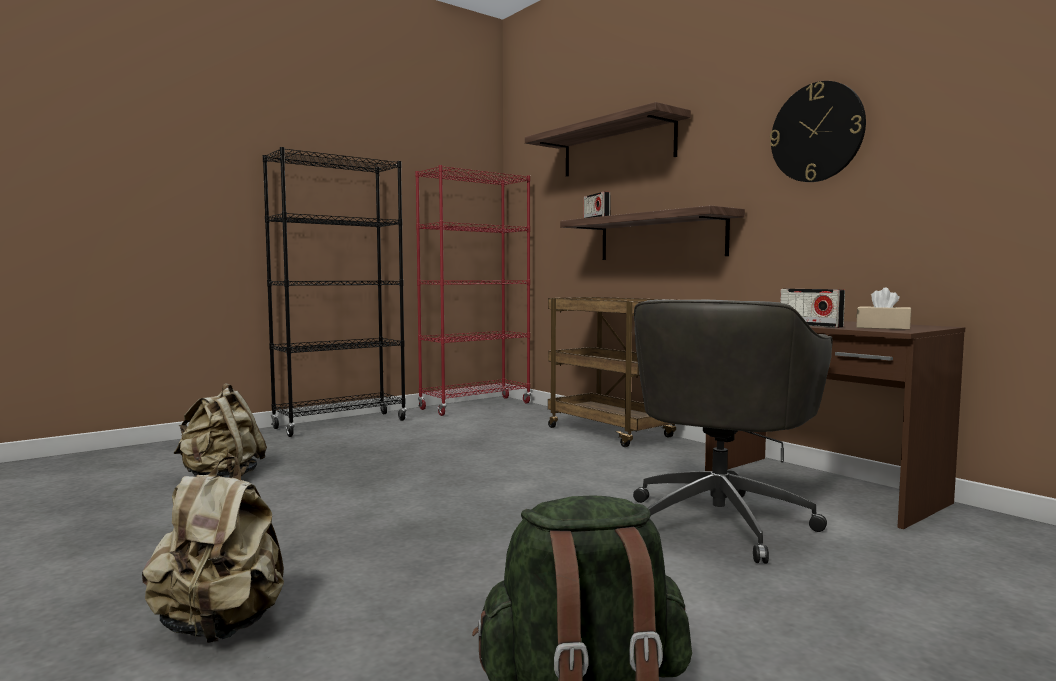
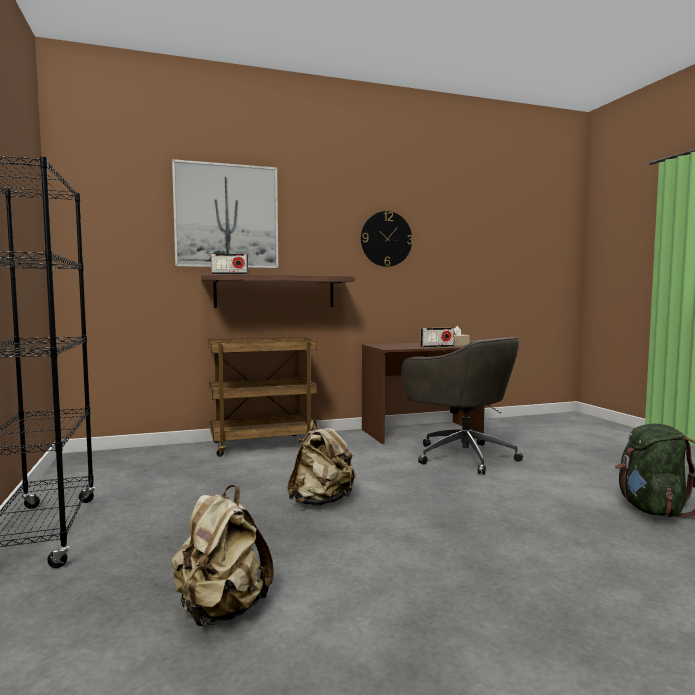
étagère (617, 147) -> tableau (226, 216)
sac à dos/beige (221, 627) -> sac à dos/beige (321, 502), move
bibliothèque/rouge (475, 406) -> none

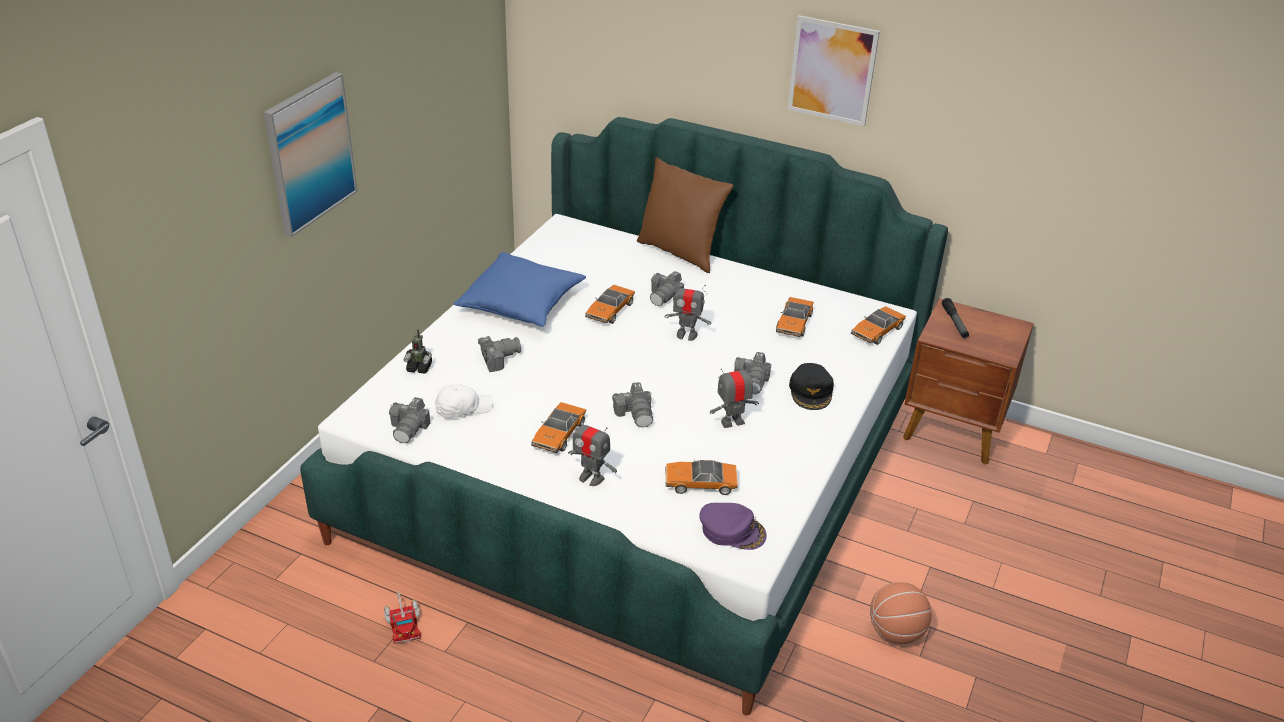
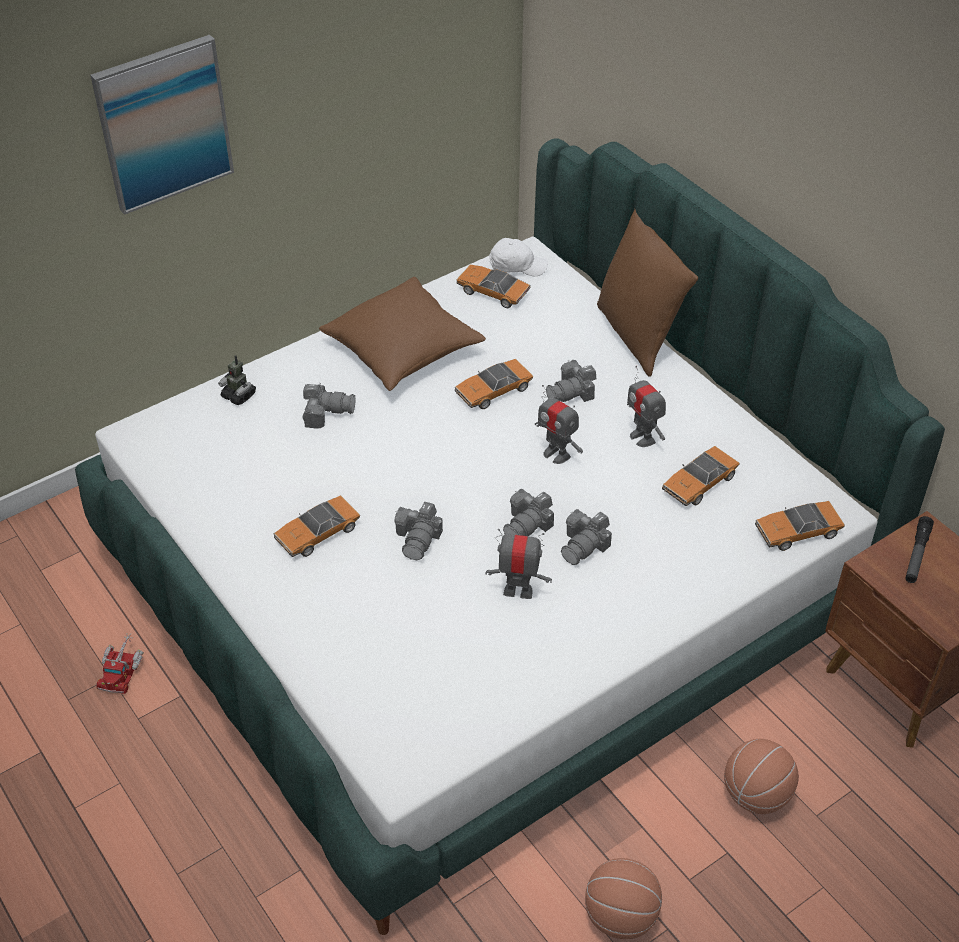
coussin/bleu (521, 304) -> coussin/marron (403, 349)
petite voiture (700, 483) -> petite voiture (493, 292), move
casquette/blanc (463, 408) -> casquette/blanc (517, 266), move
appareil photo (409, 428) -> appareil photo (528, 524), move
robot jouet (591, 478) -> robot jouet (642, 437), move
none -> ballon de basket (756, 794)
casquette/violet (732, 530) -> none
tableau (832, 71) -> none
casquette/noir (811, 391) -> none

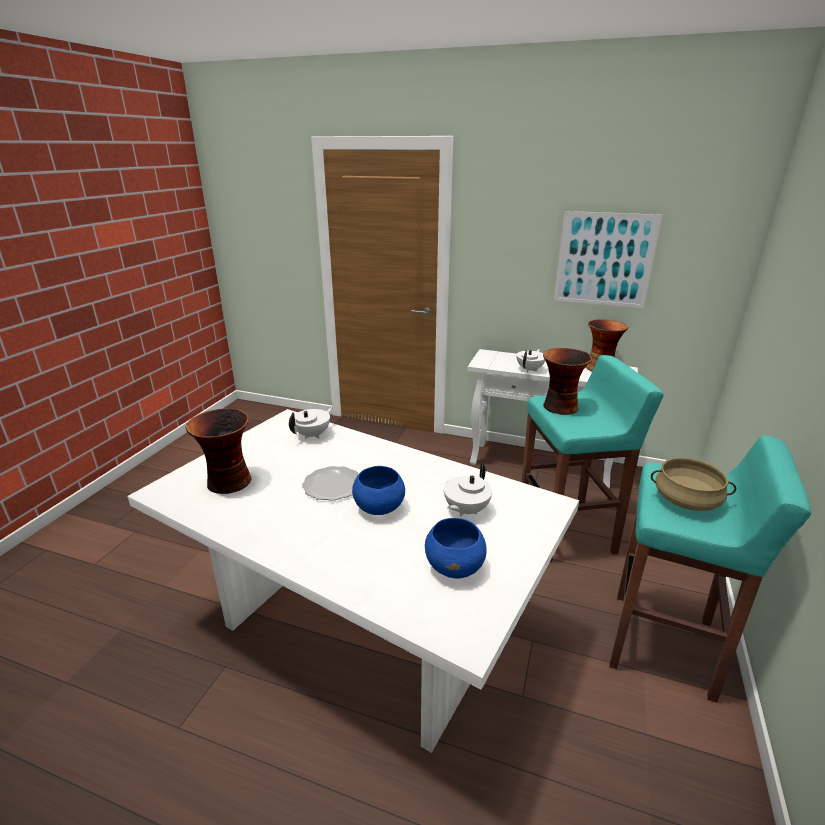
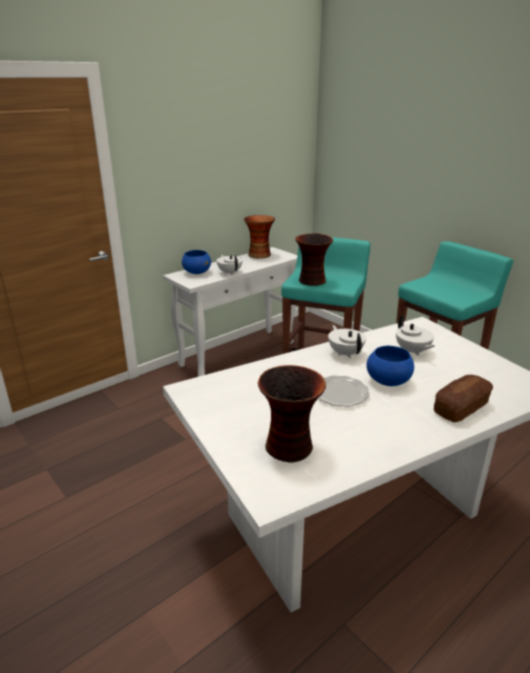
bol/bleu (455, 566) -> bol/bleu (197, 272), move
théière/blanc (313, 435) -> théière/blanc (345, 353), move
none -> pain (461, 408)
tableau (604, 260) -> none
marmite/beige (686, 501) -> none

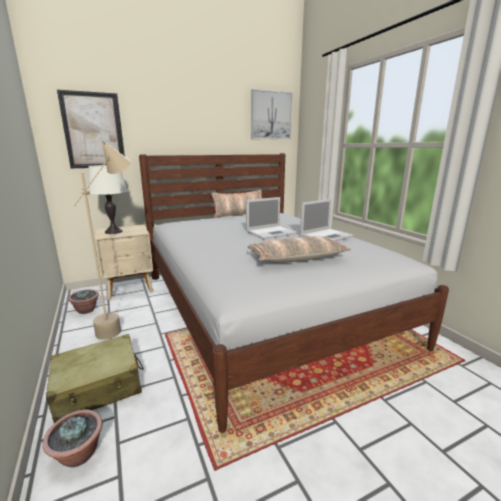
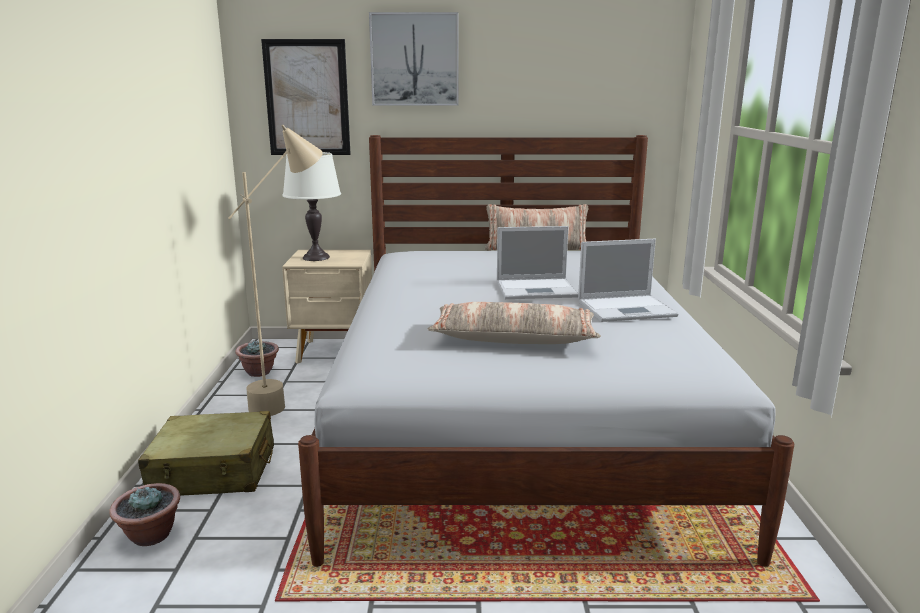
tableau (271, 115) -> tableau (414, 59), move

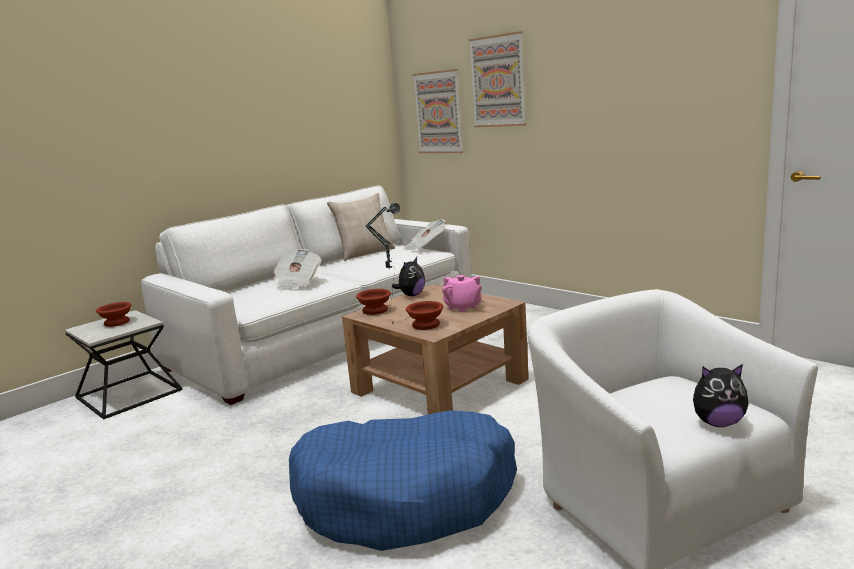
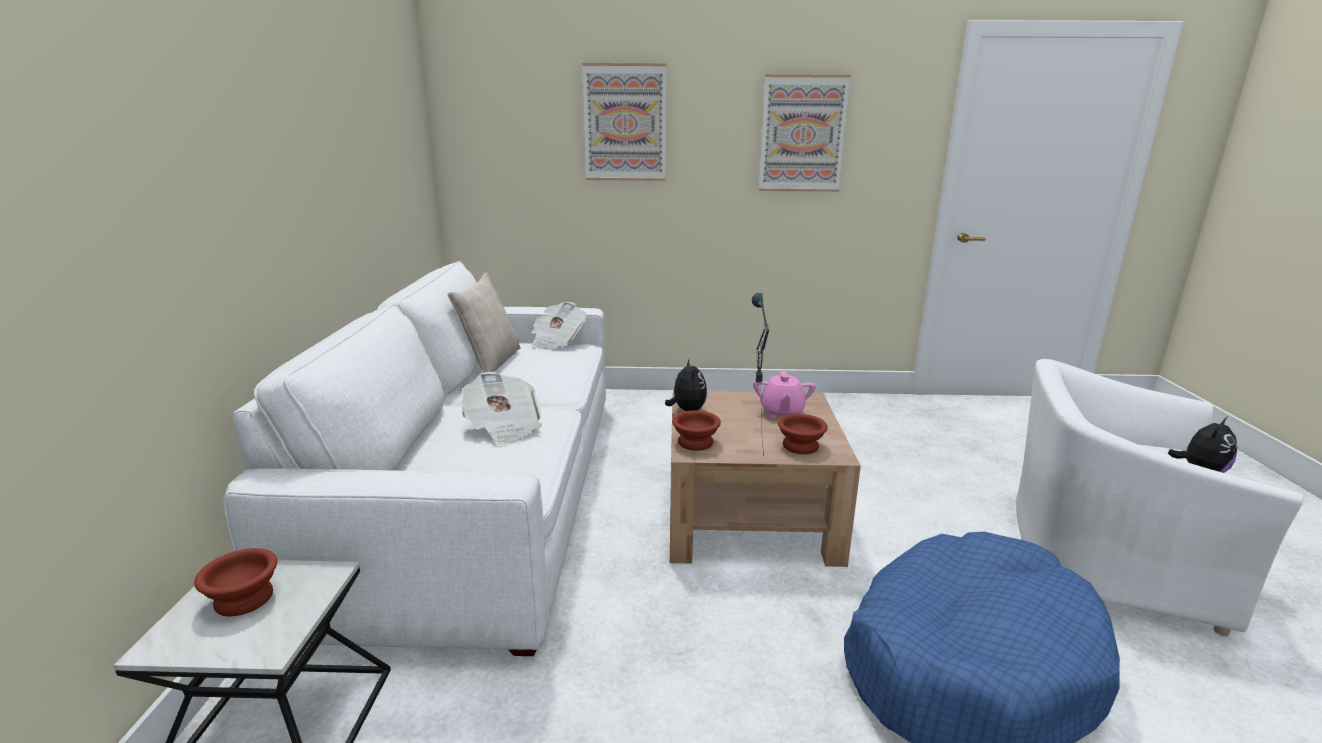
théière/rose (463, 307) -> théière/rose (781, 413), 90 degrees clockwise
tableau (438, 112) -> tableau (802, 134), move

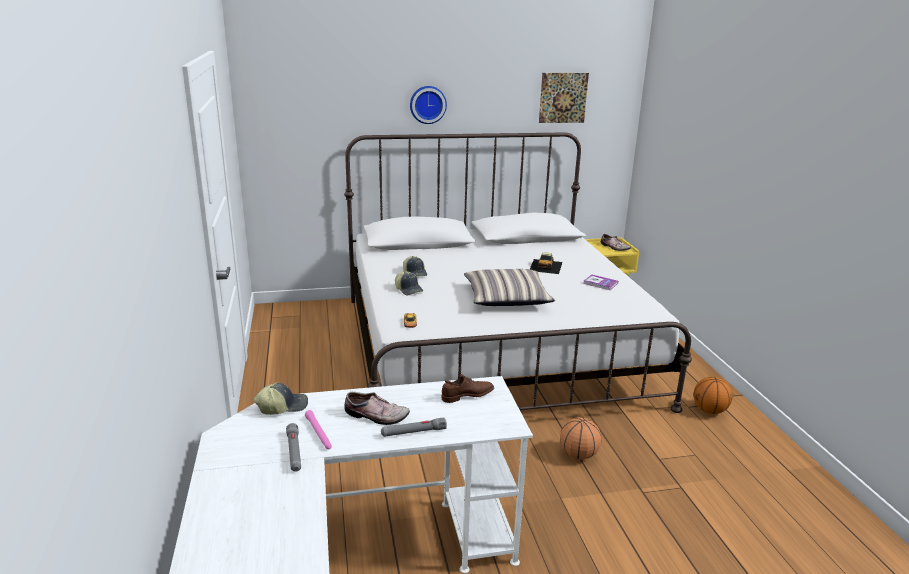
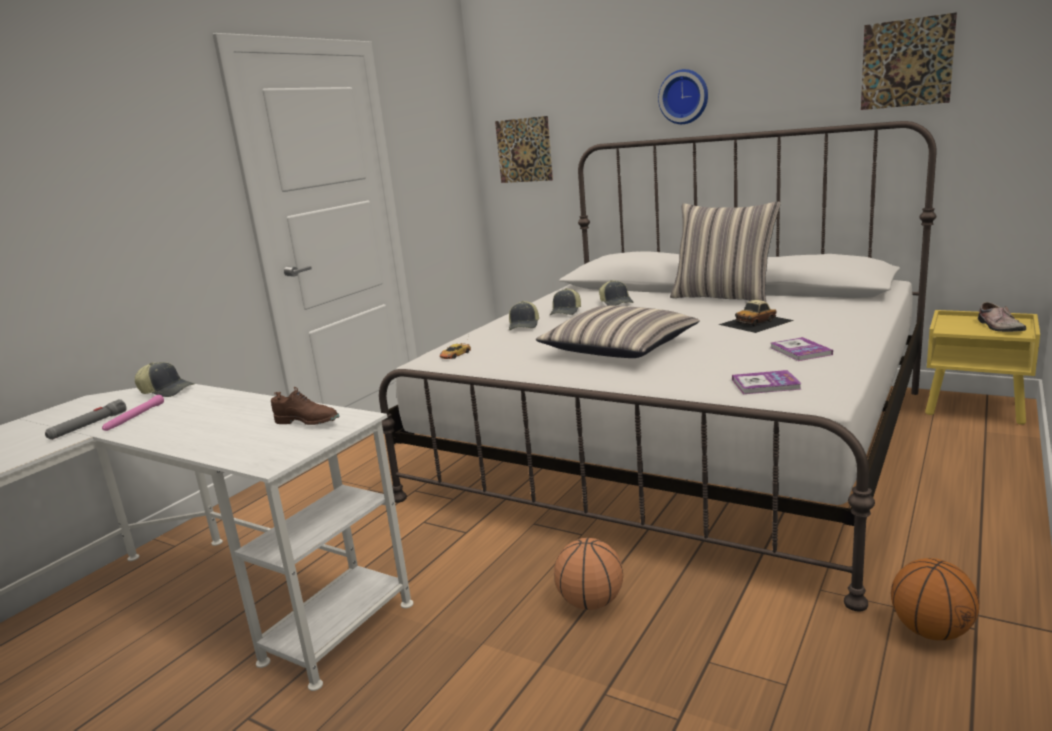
none -> tableau (524, 150)
none -> casquette (616, 303)
none -> coussin (723, 297)
none -> livre (765, 384)
chaussure (376, 416) -> none
lampe de poche/gris (413, 432) -> none

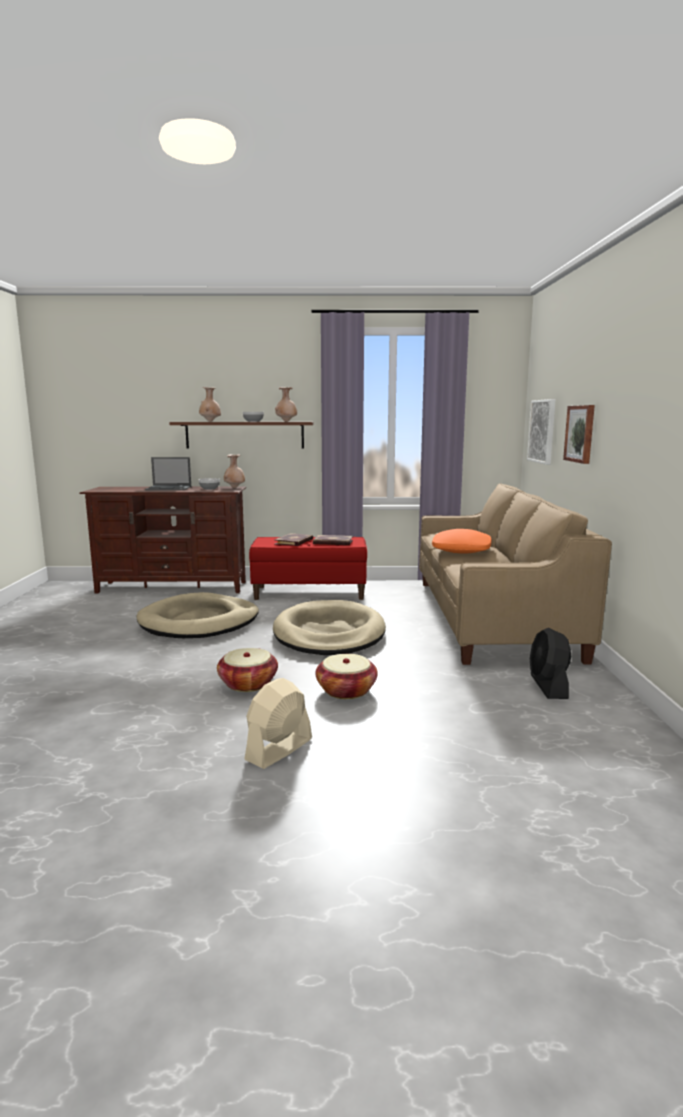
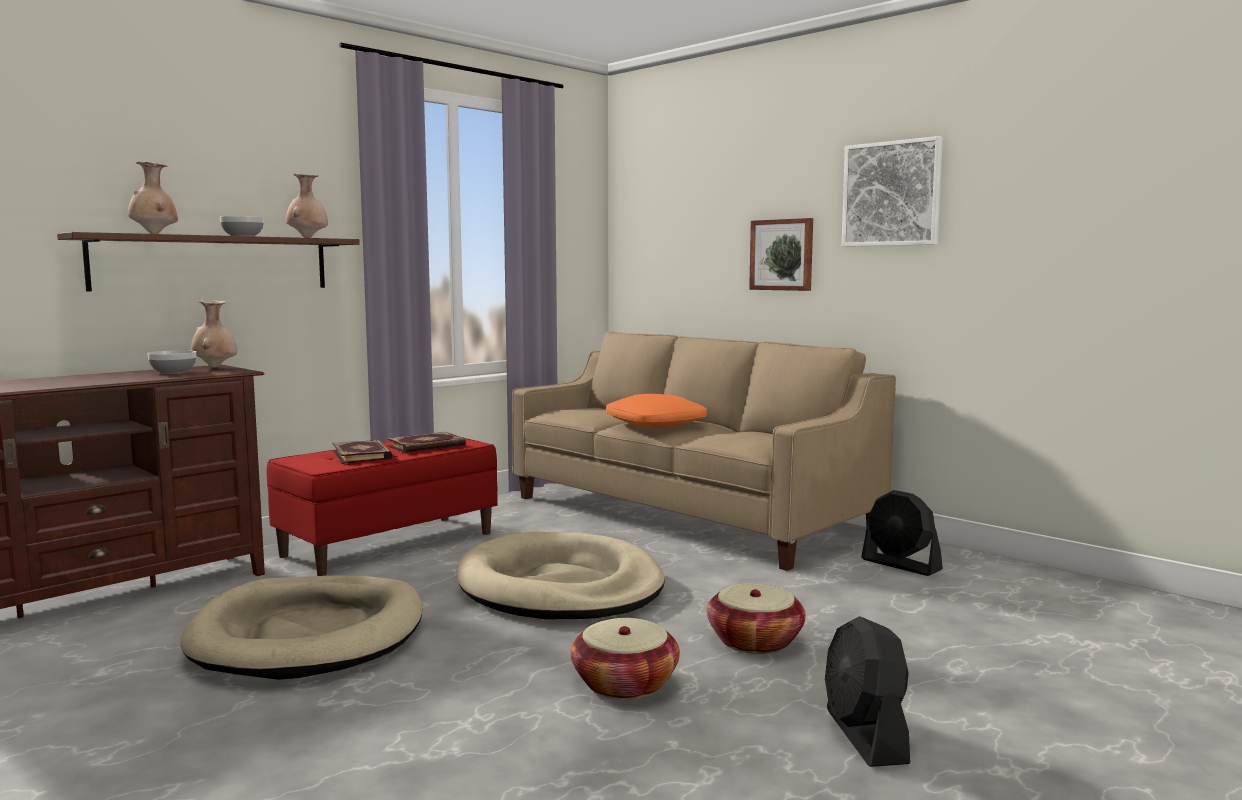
ventilateur/beige (279, 749) -> ventilateur/noir (865, 736)
tableau (542, 431) -> tableau (891, 194), move
ordinateur portable (169, 488) -> none

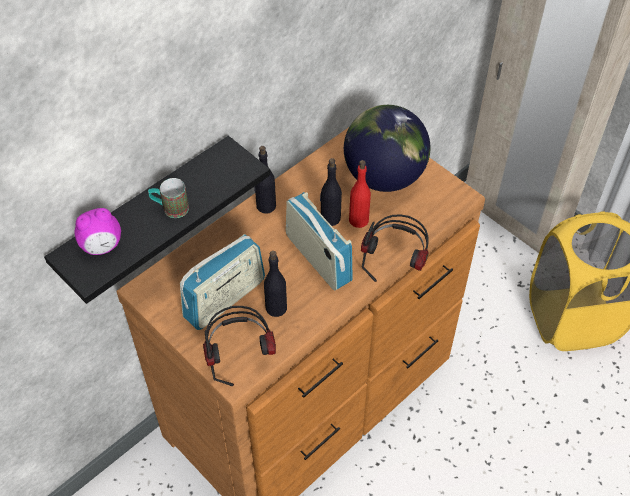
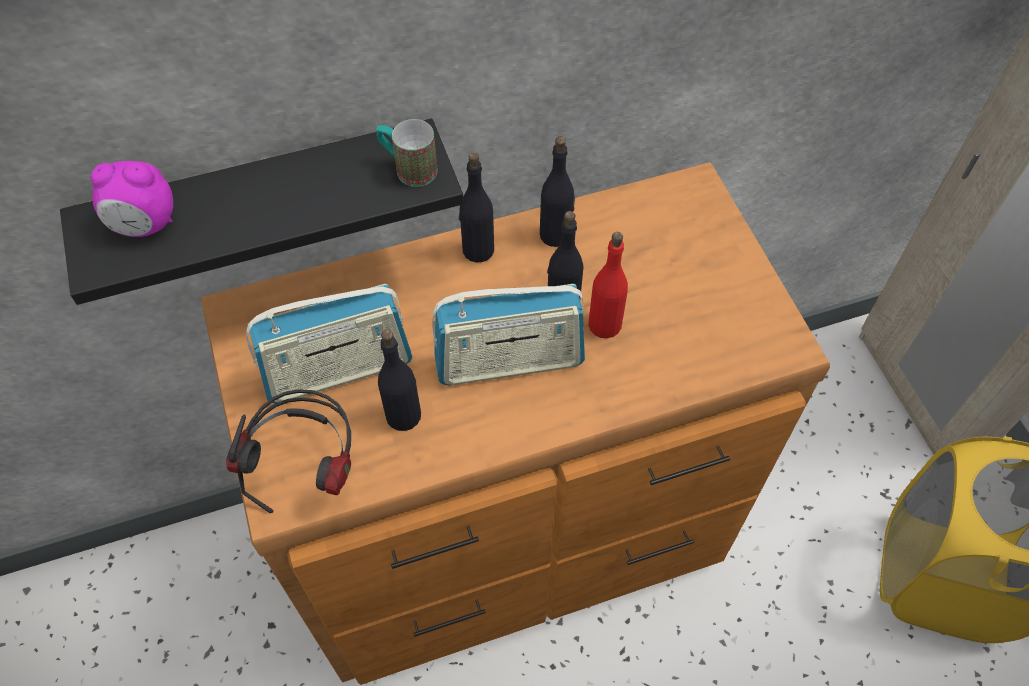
mug (170, 208) -> mug (408, 168), move
radio (318, 258) -> radio (509, 362), 90 degrees clockwise
none -> bouteille/noir (555, 235)
globe (384, 176) -> none
casque audio (395, 263) -> none

